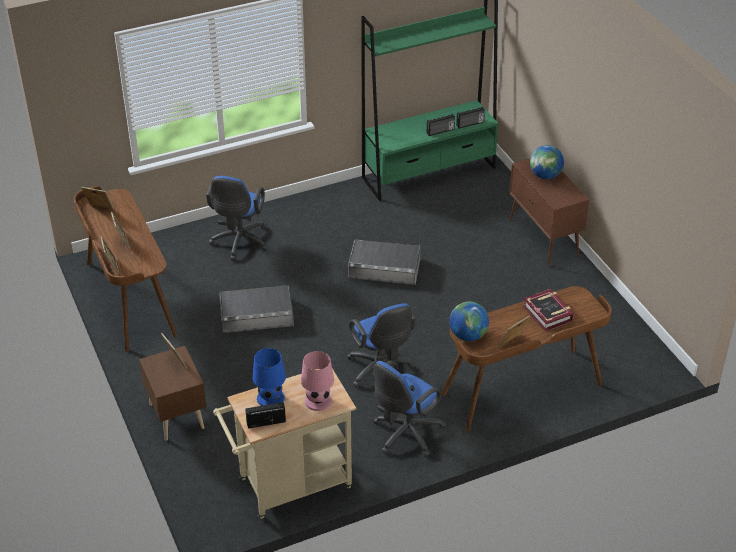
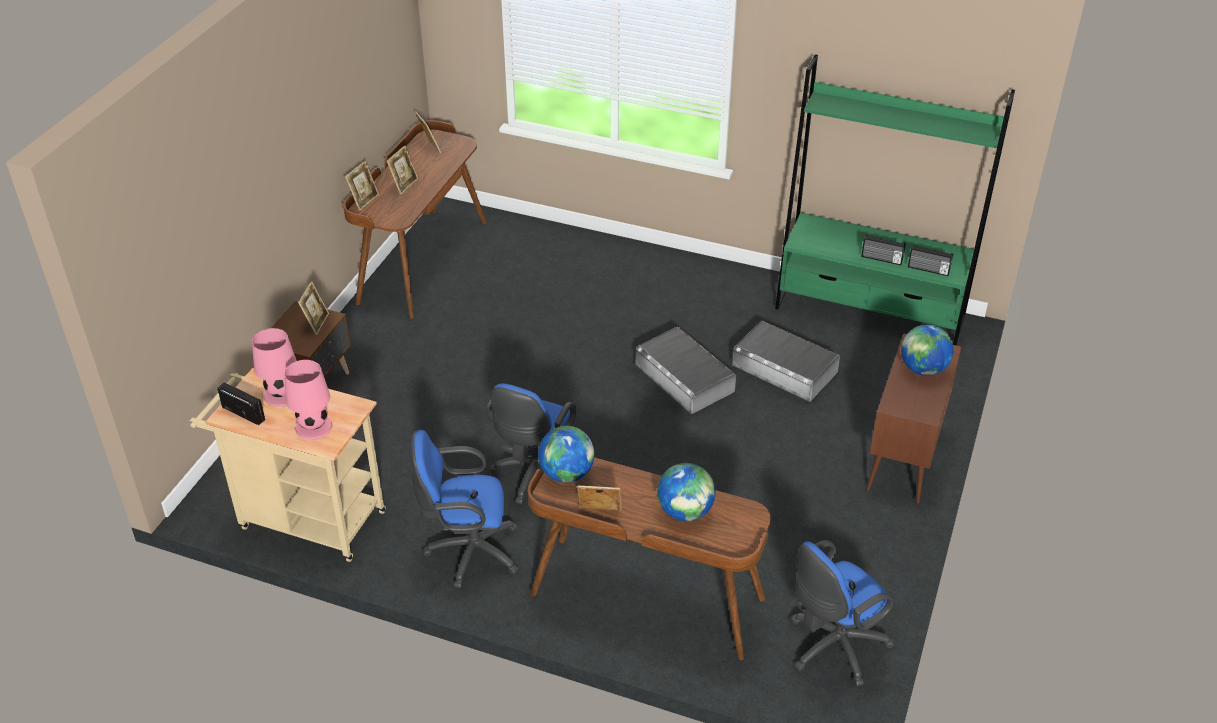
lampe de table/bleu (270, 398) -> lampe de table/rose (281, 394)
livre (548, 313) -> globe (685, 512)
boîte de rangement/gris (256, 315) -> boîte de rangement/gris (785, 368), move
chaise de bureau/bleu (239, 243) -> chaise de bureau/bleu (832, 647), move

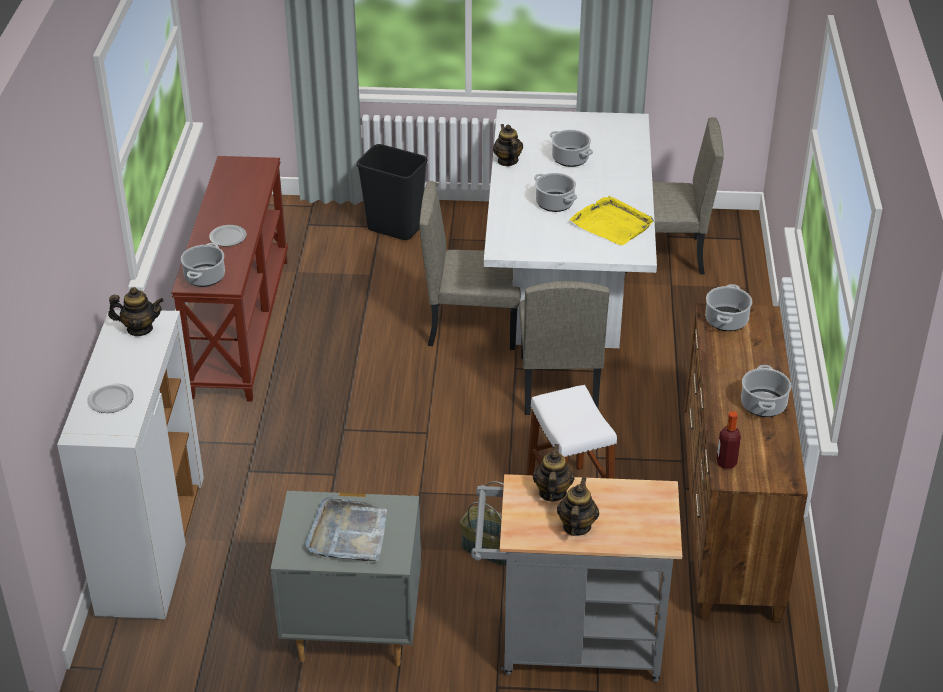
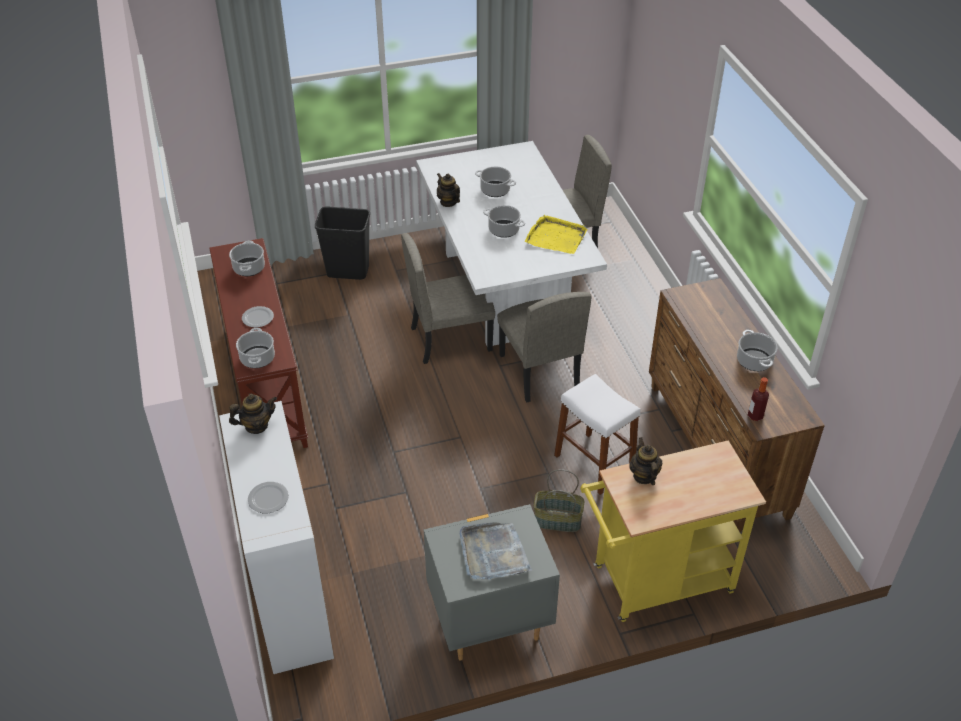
marmite (726, 321) -> marmite (249, 268), move
chariot/gris (569, 645) -> chariot/jaune (655, 582)
théière (576, 526) -> none

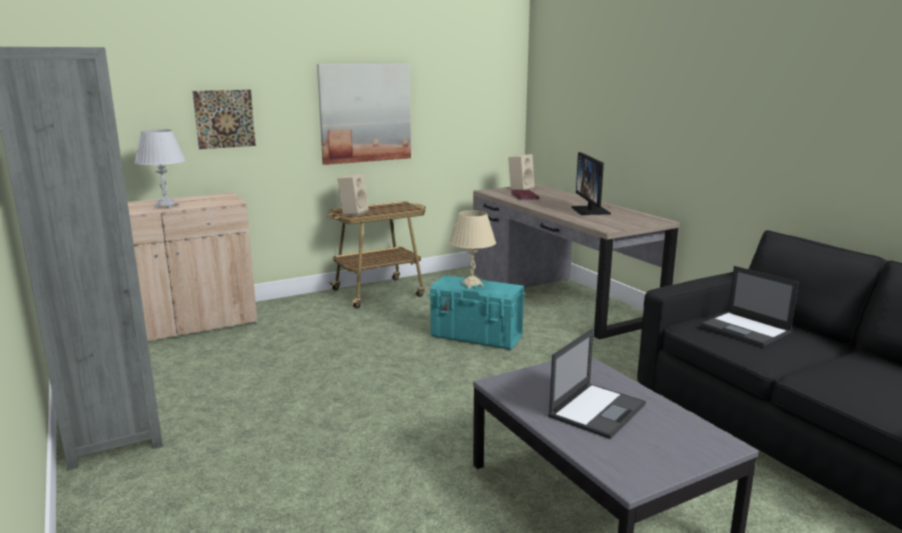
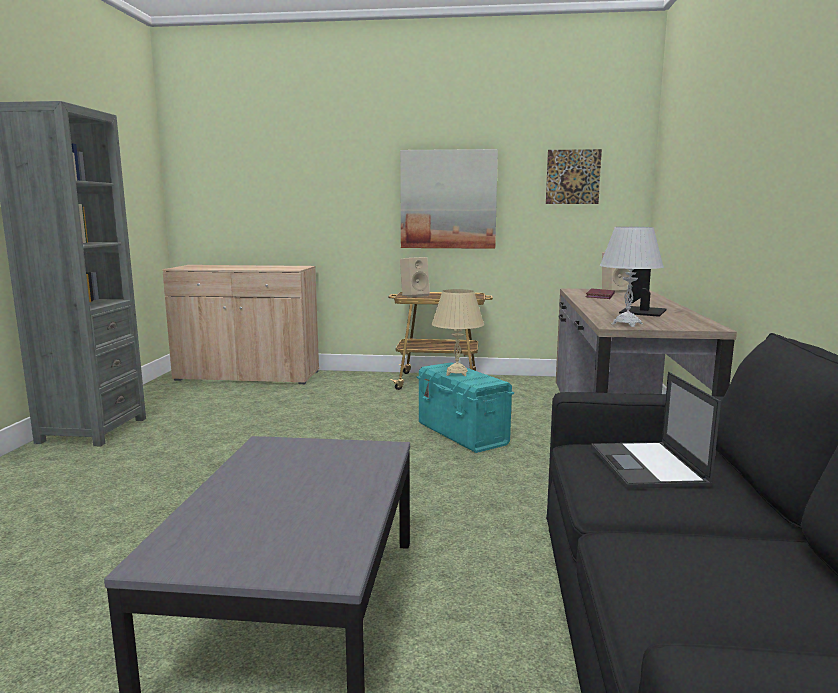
tableau (224, 119) -> tableau (573, 177), move
lampe de table/blanc (166, 206) -> lampe de table/blanc (627, 324), move
ordinateur portable (597, 410) -> none

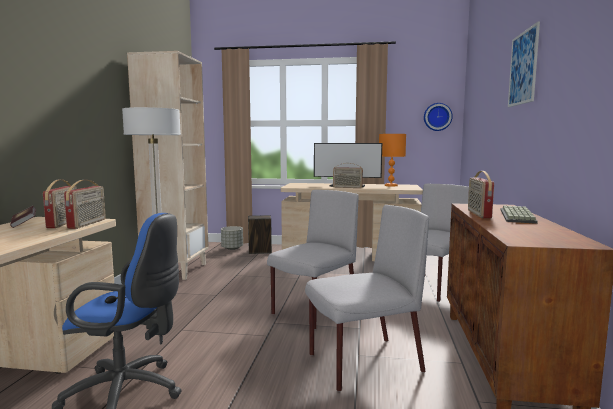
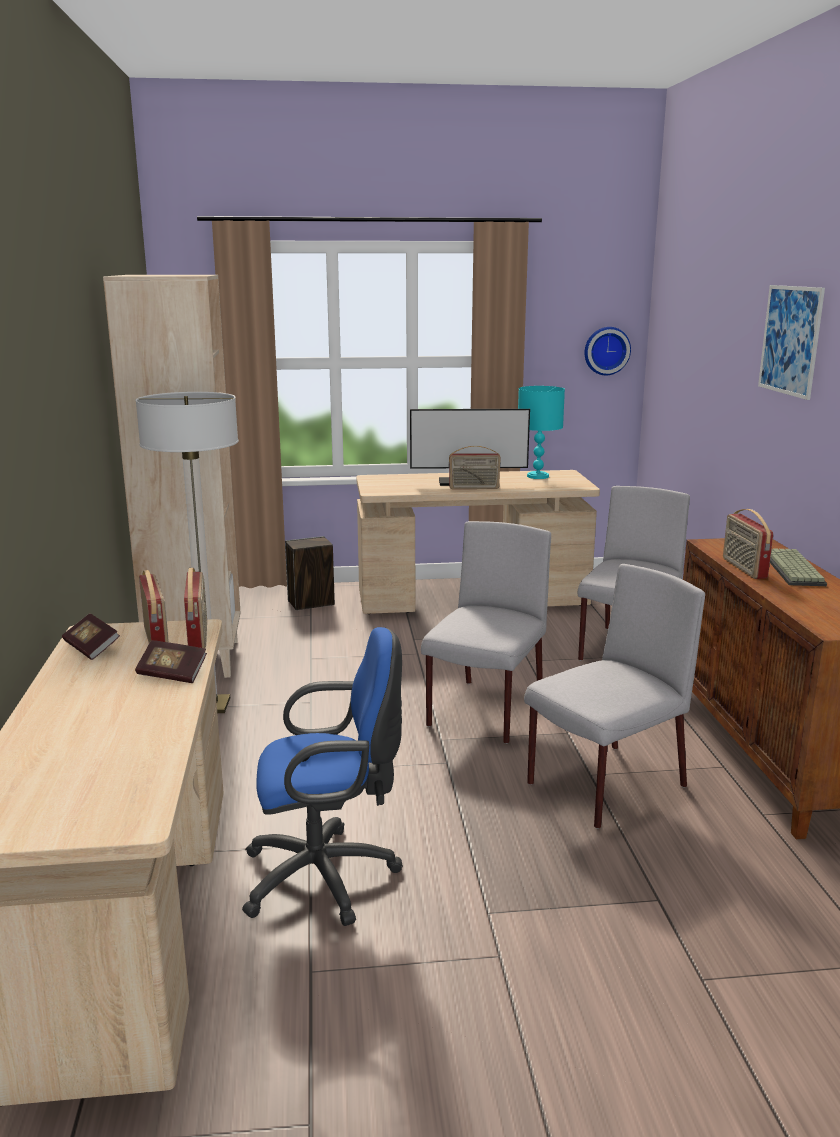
none -> livre (172, 674)
lampe de table/orange (391, 185) -> lampe de table/turquoise (538, 476)
cache-pot/gris (232, 248) -> none

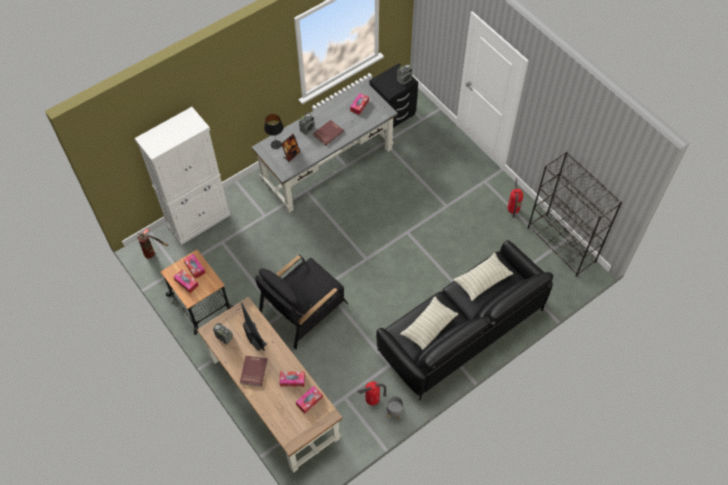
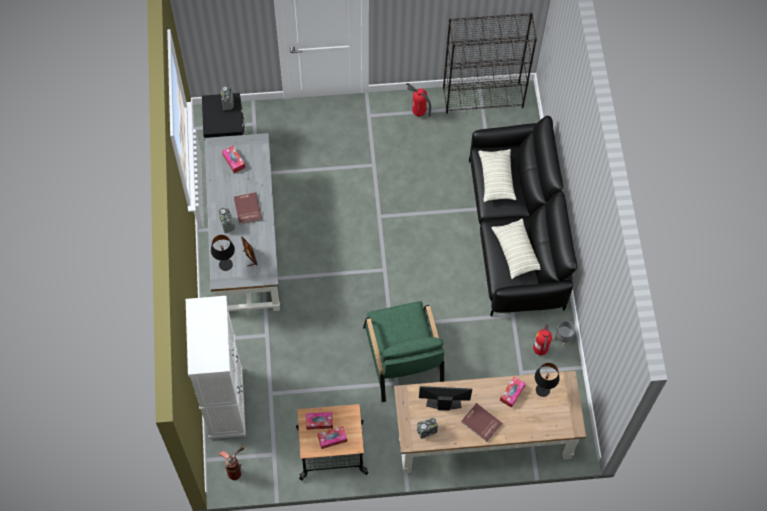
fauteuil/noir (303, 308) -> fauteuil/vert (402, 357)
boîte à mouchoirs (309, 401) -> lampe de table/noir (542, 390)

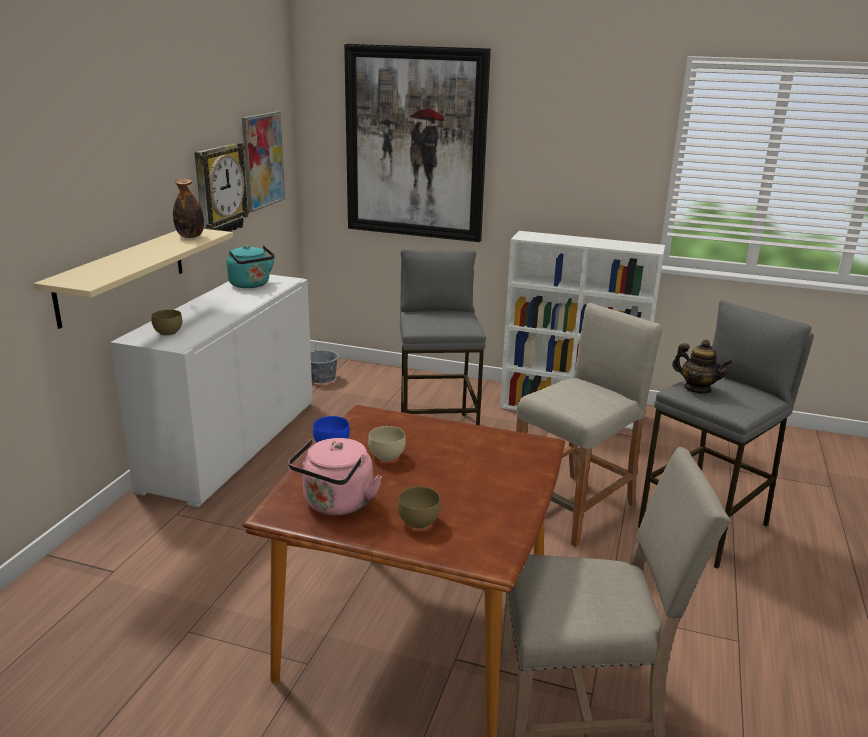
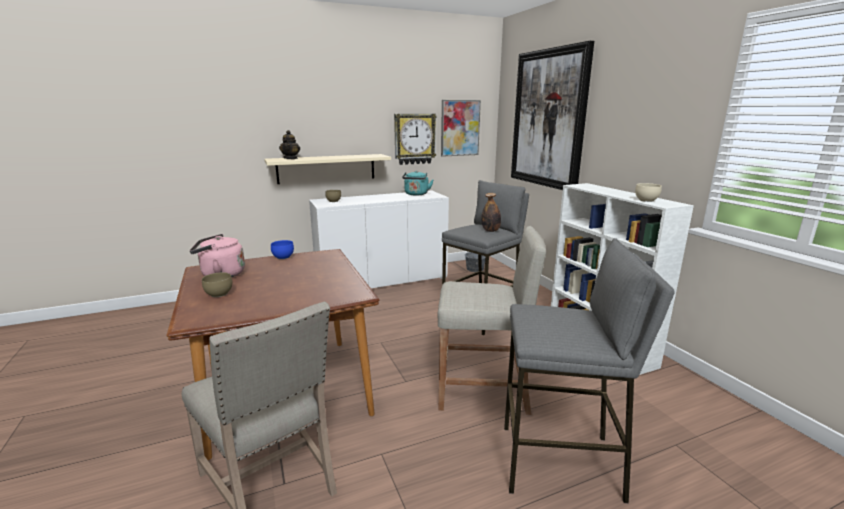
théière (697, 389) -> théière (291, 158), move
bouteille (190, 236) -> bouteille (490, 230), move
bol/beige (388, 457) -> bol/beige (646, 200), move

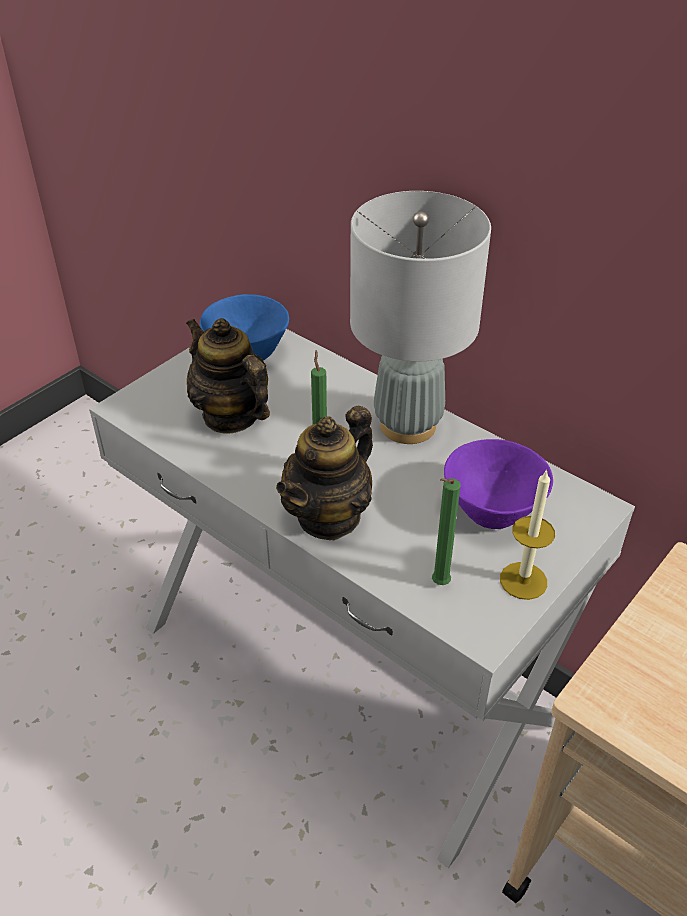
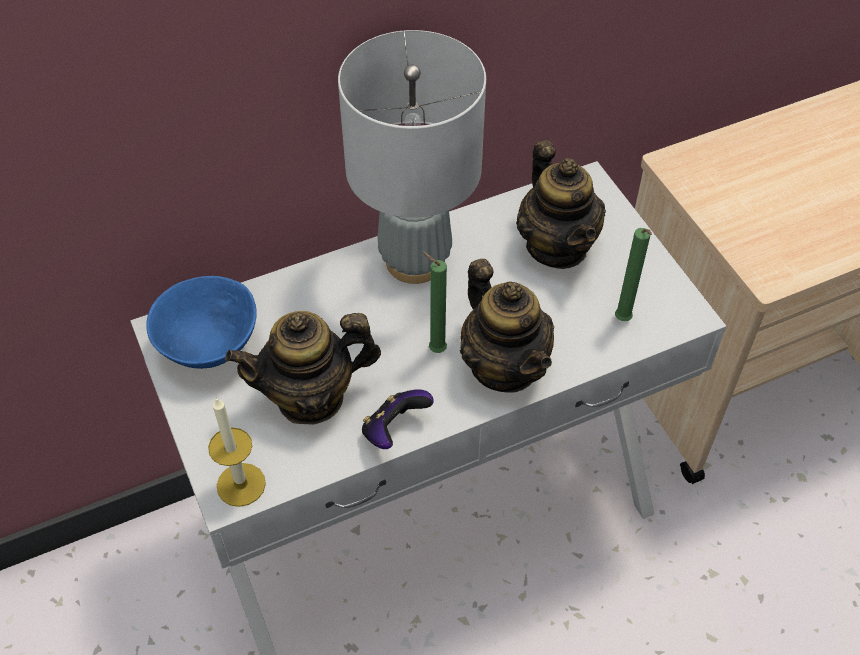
bougie (523, 580) -> bougie (241, 484), move
none -> manette (394, 430)
bol/violet (495, 509) -> théière (557, 246)

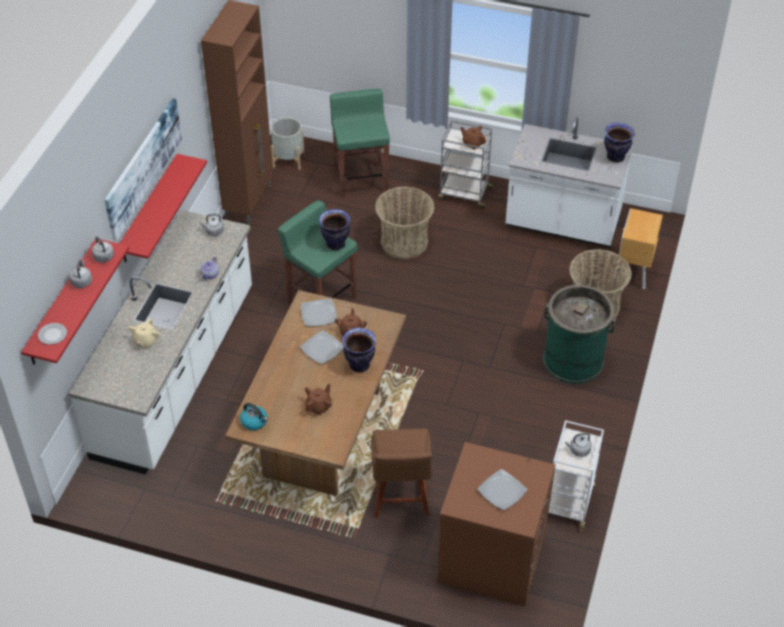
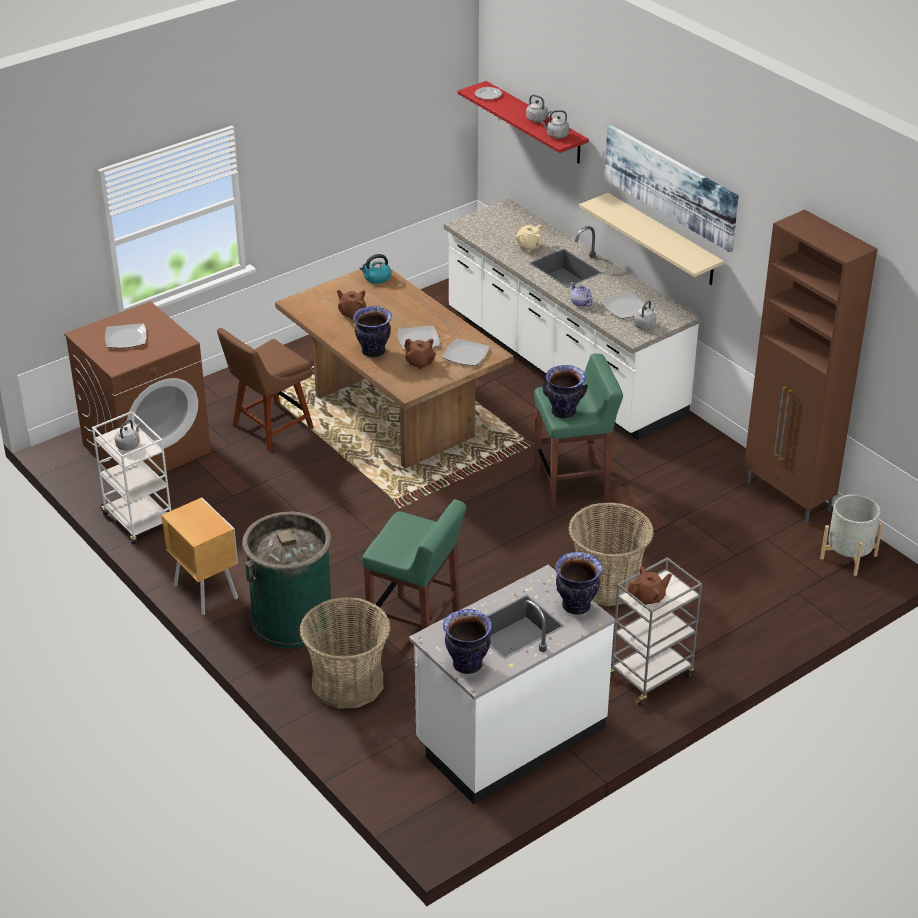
table de chevet/marron (632, 273) -> table de chevet/marron (205, 591), move
chaise/marron (401, 498) -> chaise/marron (269, 428), 75 degrees counterclockwise
théière/marron (319, 406) -> théière/marron (352, 313), 150 degrees clockwise
tabouret/vert (361, 179) -> tabouret/vert (415, 627), move
none -> vase (576, 606)
étagère/rouge (149, 210) -> étagère/beige (663, 240)
none -> assiette (625, 308)

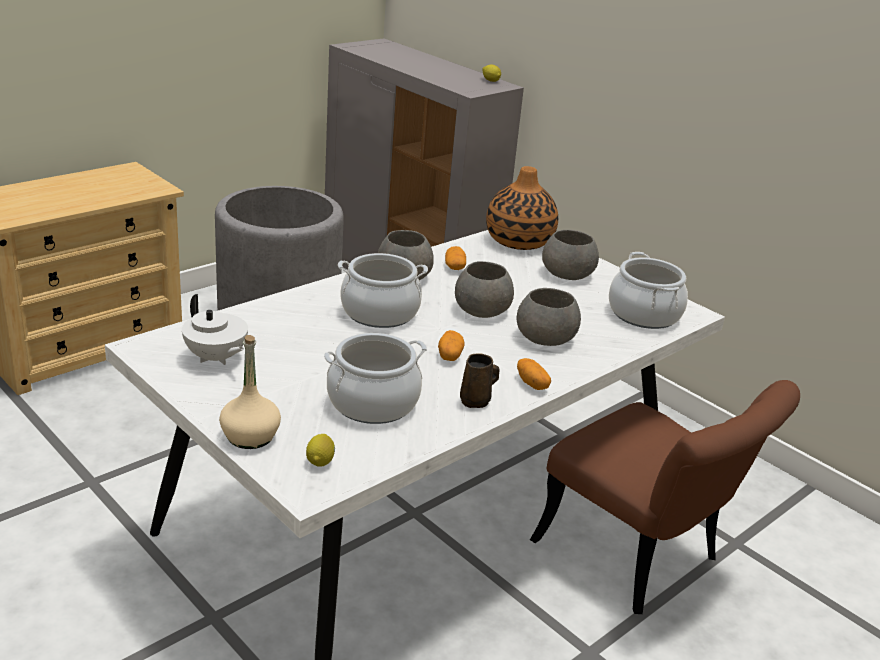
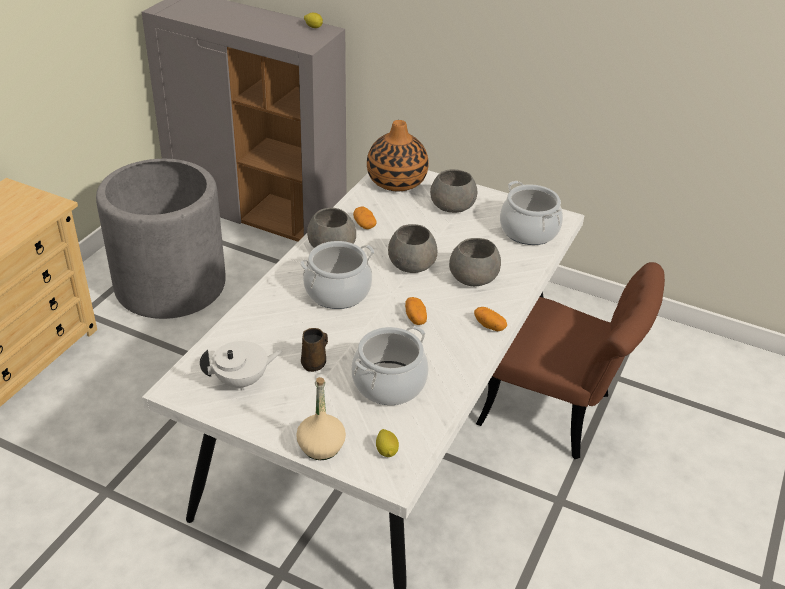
théière/blanc (216, 358) -> théière/blanc (242, 380), 45 degrees counterclockwise
mug/marron (476, 401) -> mug/marron (314, 363), move

